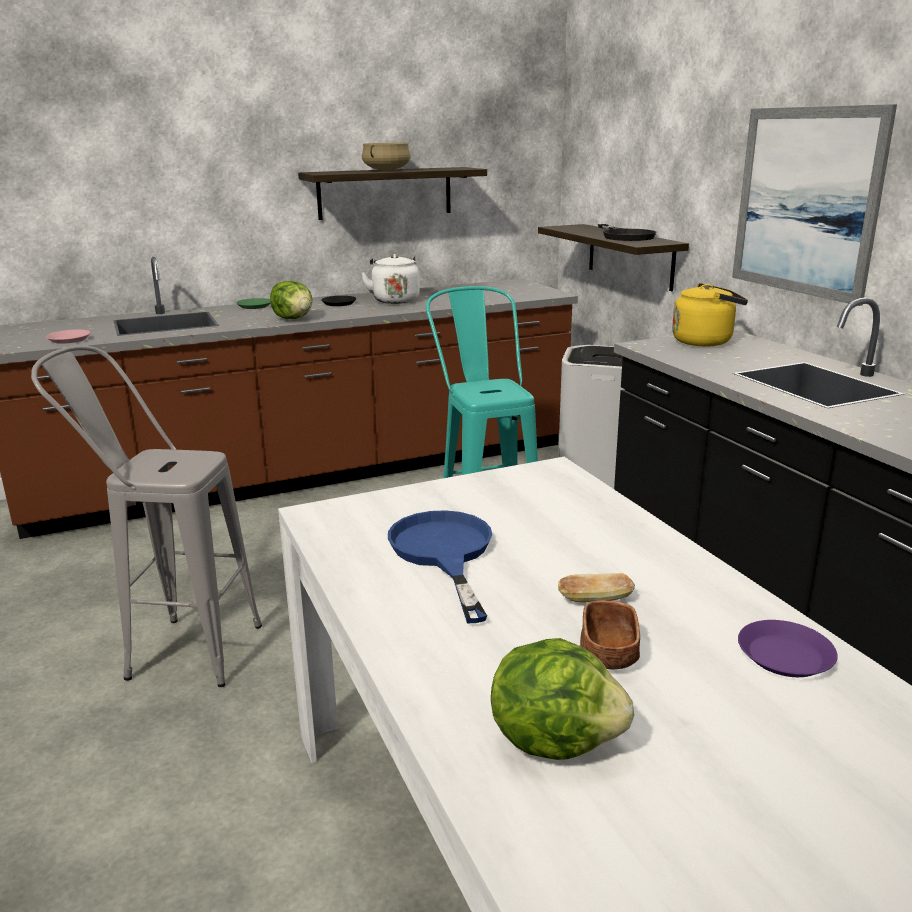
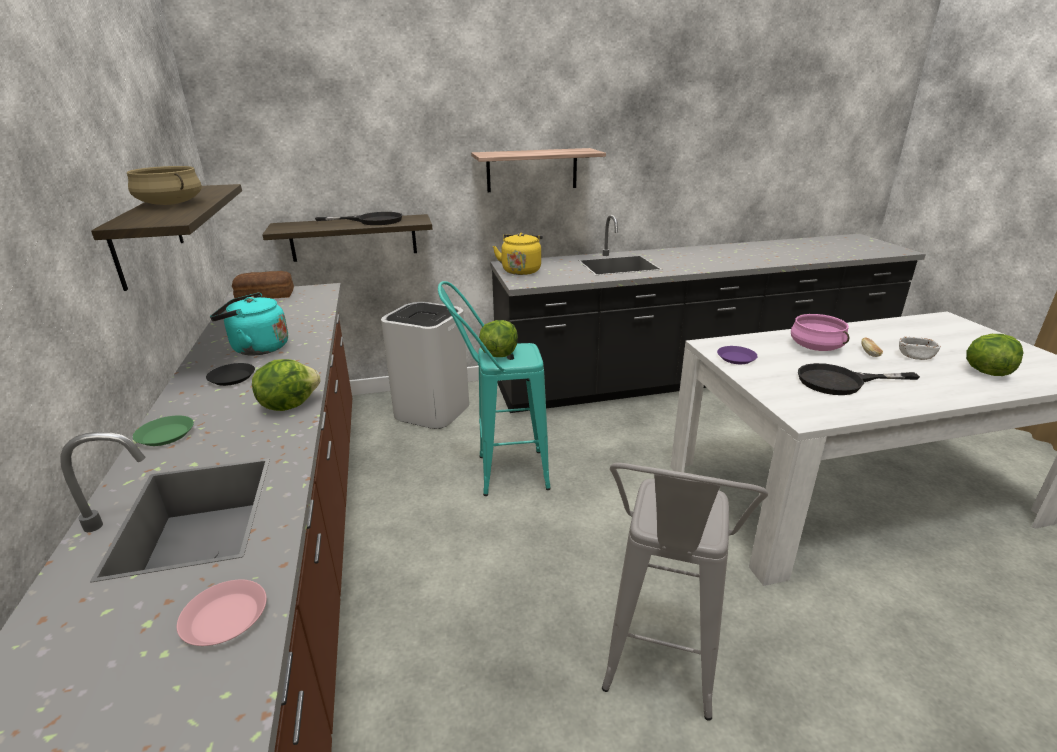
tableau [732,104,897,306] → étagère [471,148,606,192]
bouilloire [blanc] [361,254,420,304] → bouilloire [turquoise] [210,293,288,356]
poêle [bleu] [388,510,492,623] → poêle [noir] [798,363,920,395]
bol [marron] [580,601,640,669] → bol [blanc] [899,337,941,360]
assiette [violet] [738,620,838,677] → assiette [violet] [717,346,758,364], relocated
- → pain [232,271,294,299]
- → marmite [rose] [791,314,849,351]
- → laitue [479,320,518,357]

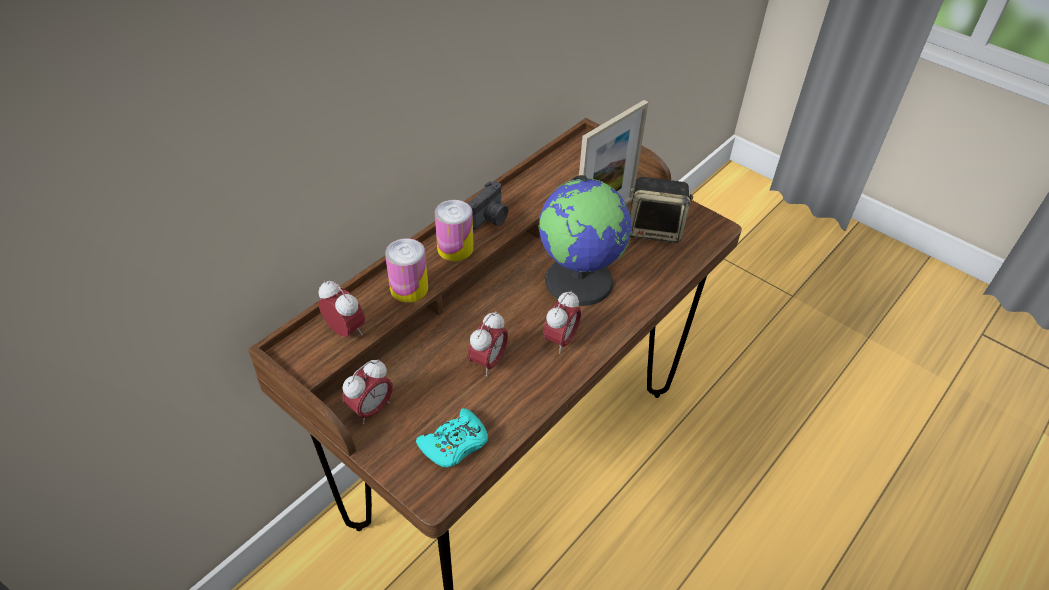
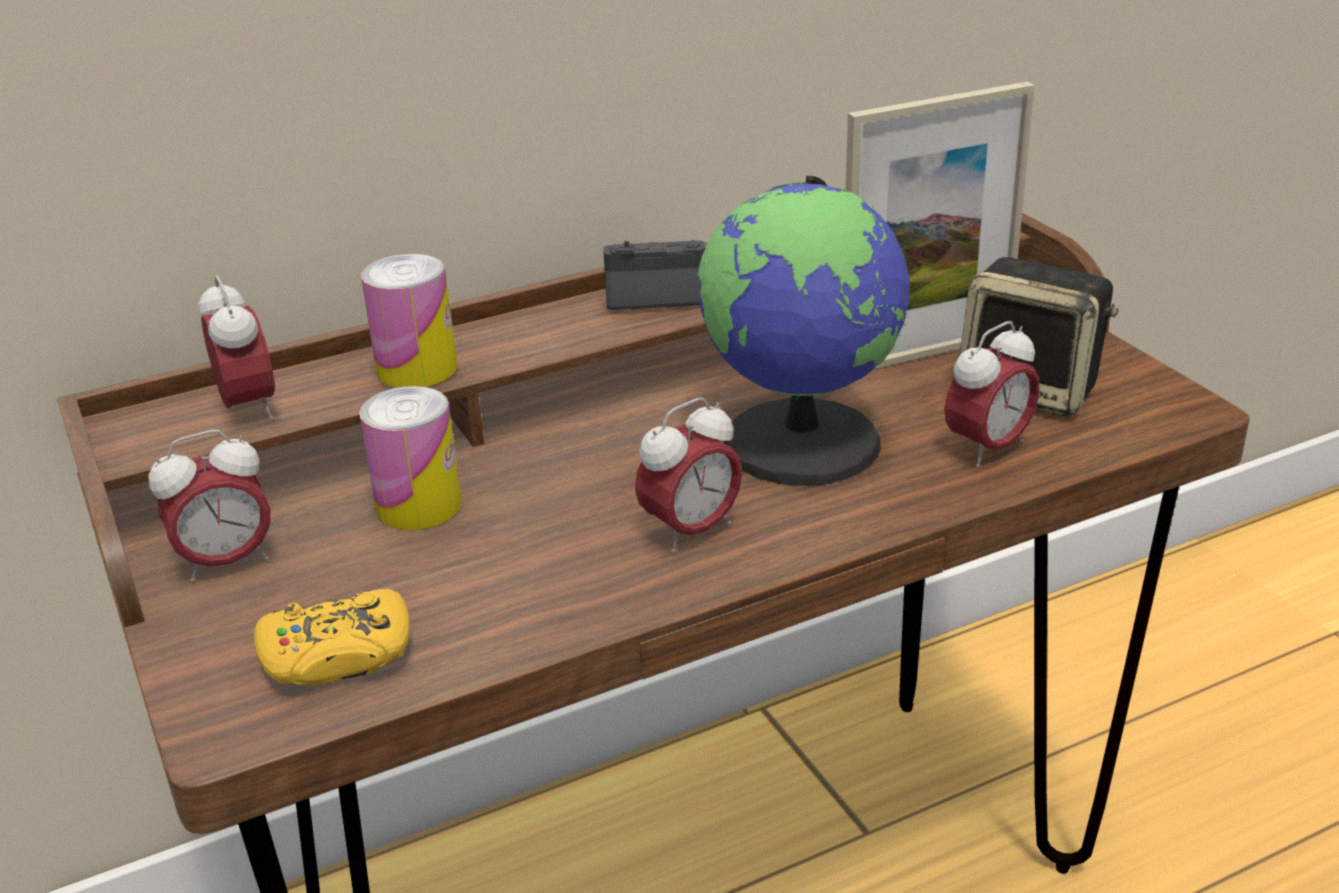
appareil photo [468,181,508,230] → appareil photo [603,240,706,310], 150 degrees counterclockwise
boîte métallique [435,200,474,261] → boîte métallique [359,386,462,530], relocated
réveil [468,311,508,376] → réveil [944,321,1040,467], relocated
manette [turquoise] [416,408,488,467] → manette [jaune] [254,589,410,686]

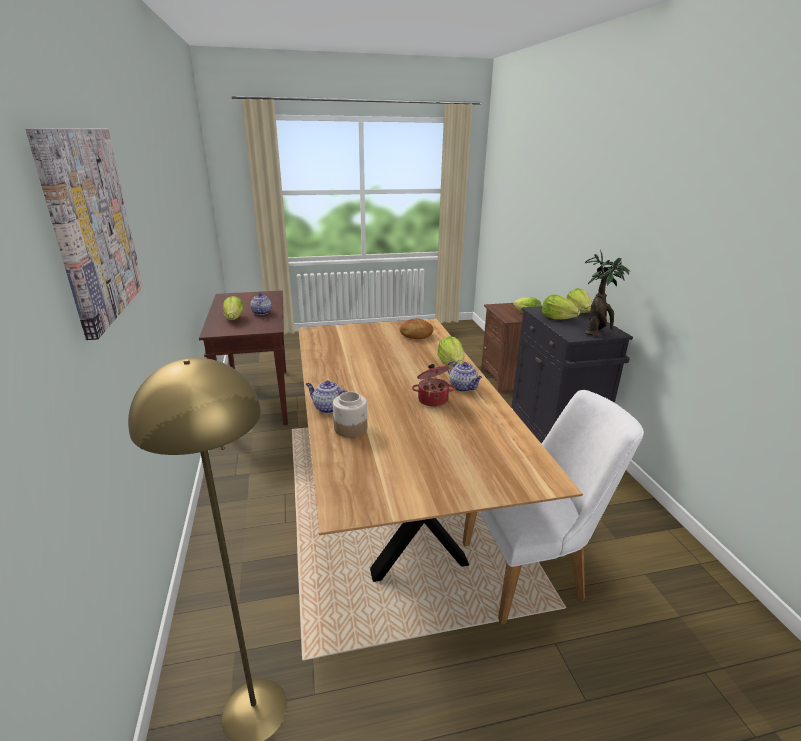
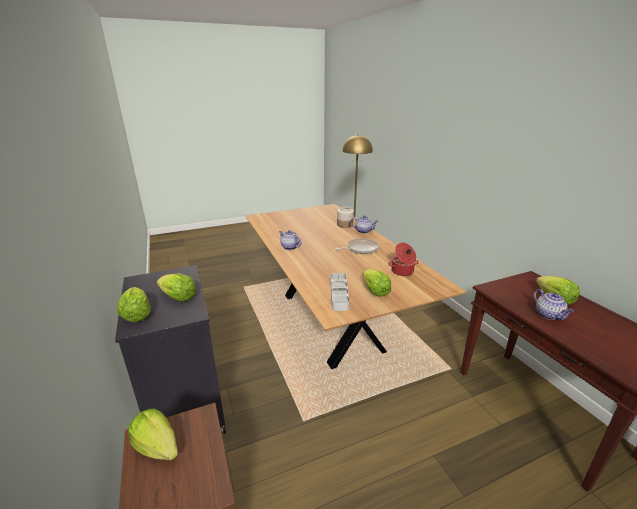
tableau [26,128,143,340] → -
plante en pot [585,250,631,336] → -
pain [400,318,434,339] → plateau [gris] [331,273,349,311]
laitue [437,336,465,367] → laitue [363,269,391,297], relocated
marmite [412,364,455,407] → marmite [388,242,419,276], relocated
chaise [blanc] [463,390,644,625] → -
- → poêle [335,239,379,254]

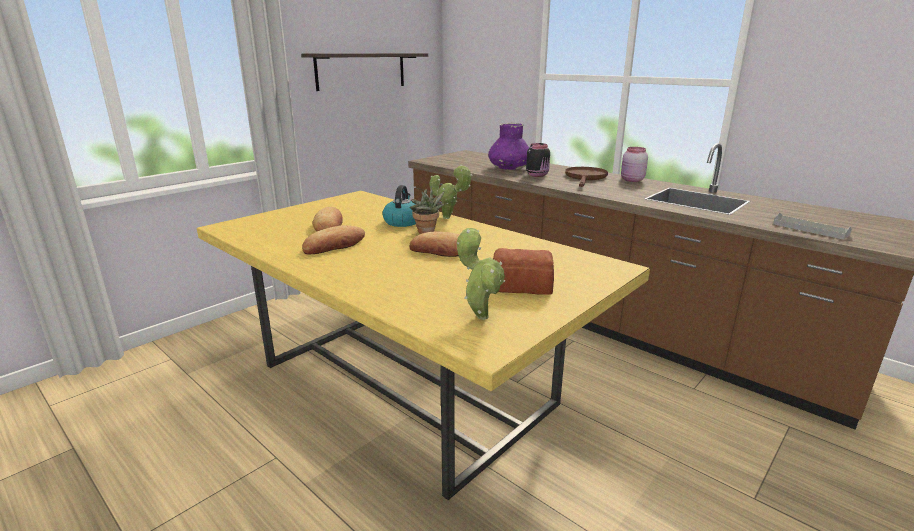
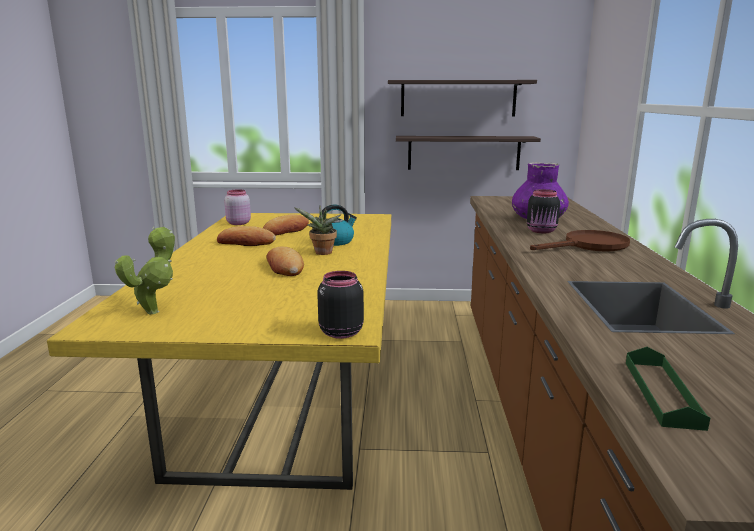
bocal [rose] [621,147,648,182] → bocal [rose] [224,189,251,225], relocated
plante en pot [429,164,472,219] → -
plateau [gris] [773,212,852,240] → plateau [vert] [626,347,710,431]
pain [493,248,554,295] → -
- → étagère [396,136,541,170]
- → bocal [noir] [317,271,364,339]

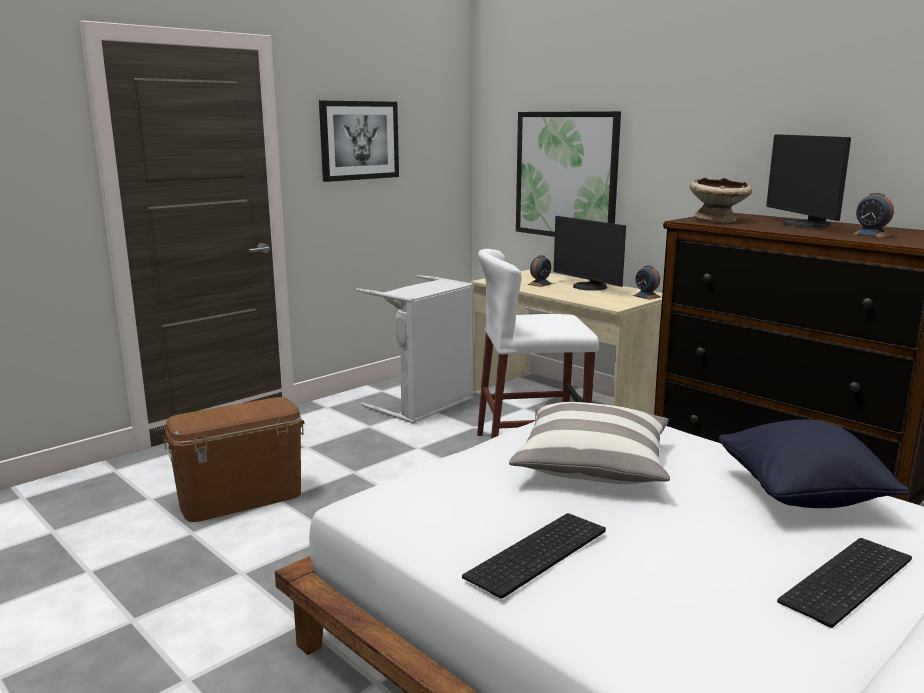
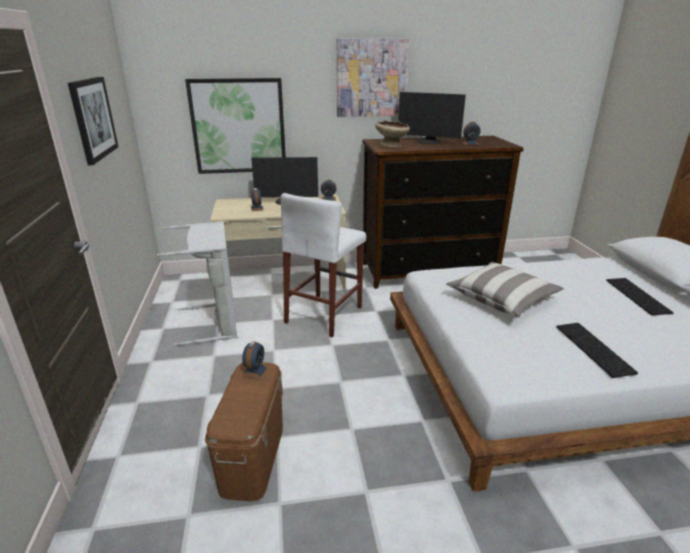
coussin [noir] [719,419,909,508] → -
- → tableau [337,38,409,117]
- → réveil [242,341,268,380]

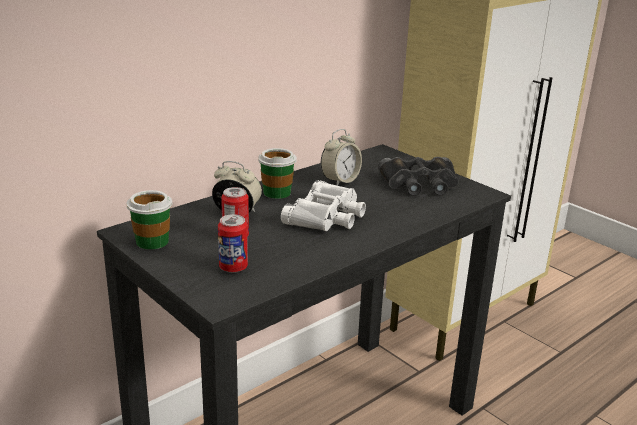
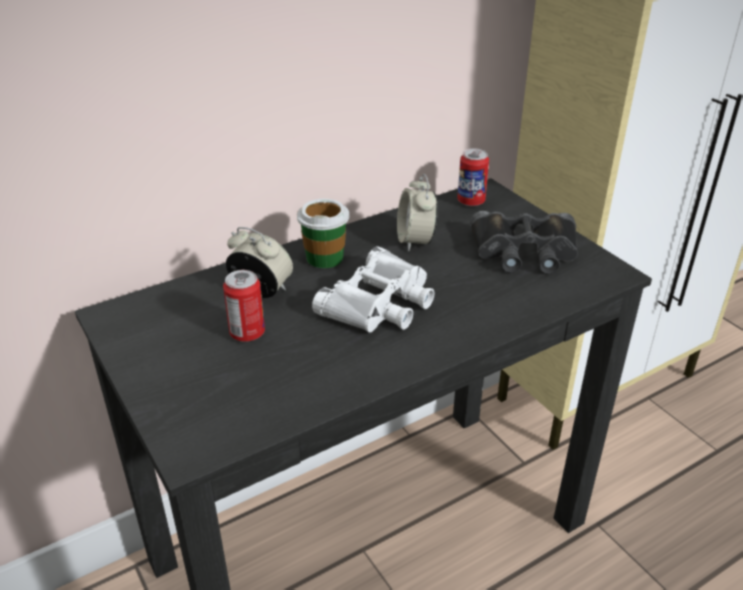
réveil [321,129,362,186] → réveil [397,174,438,251], 120 degrees clockwise
tasse [126,190,172,250] → -
boîte métallique [218,214,248,273] → boîte métallique [457,148,489,206], relocated

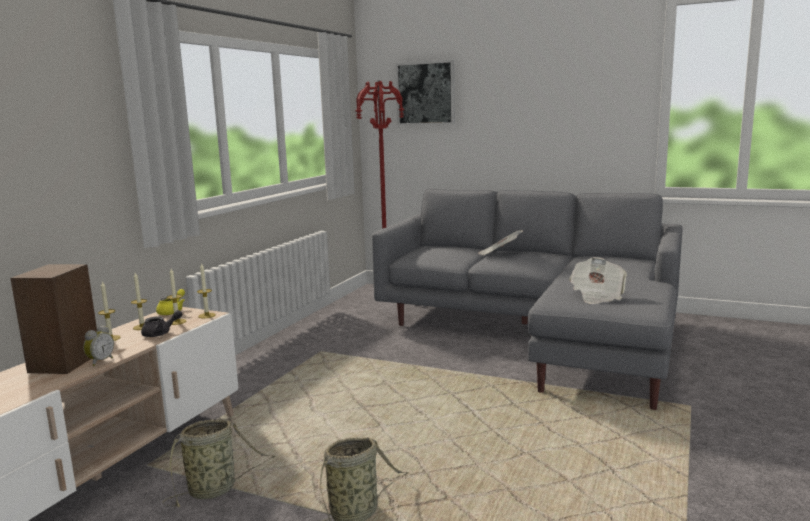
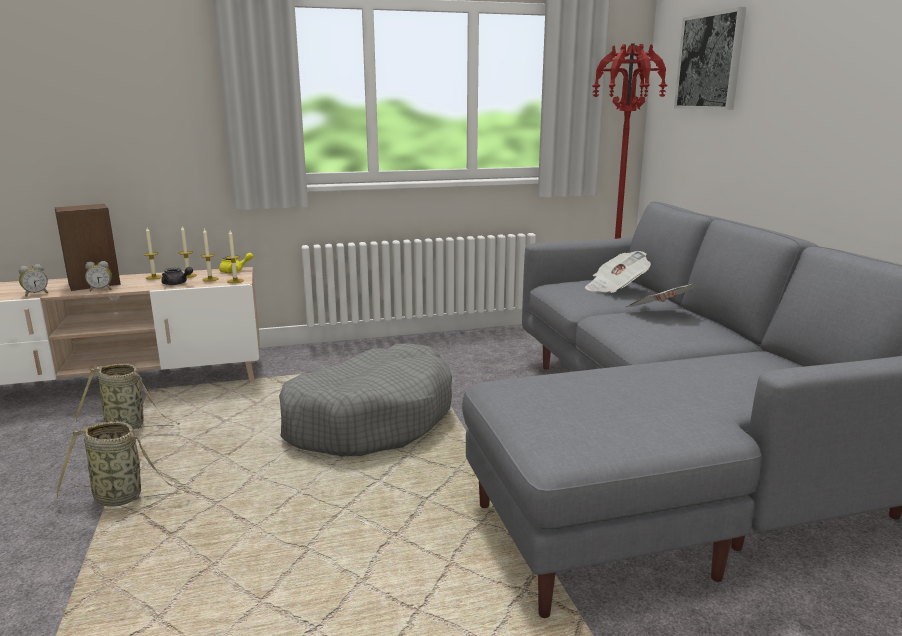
journal [569,257,627,304] → journal [585,251,651,293], relocated
- → réveil [19,264,48,297]
- → panier pour chien [gris] [279,343,452,456]

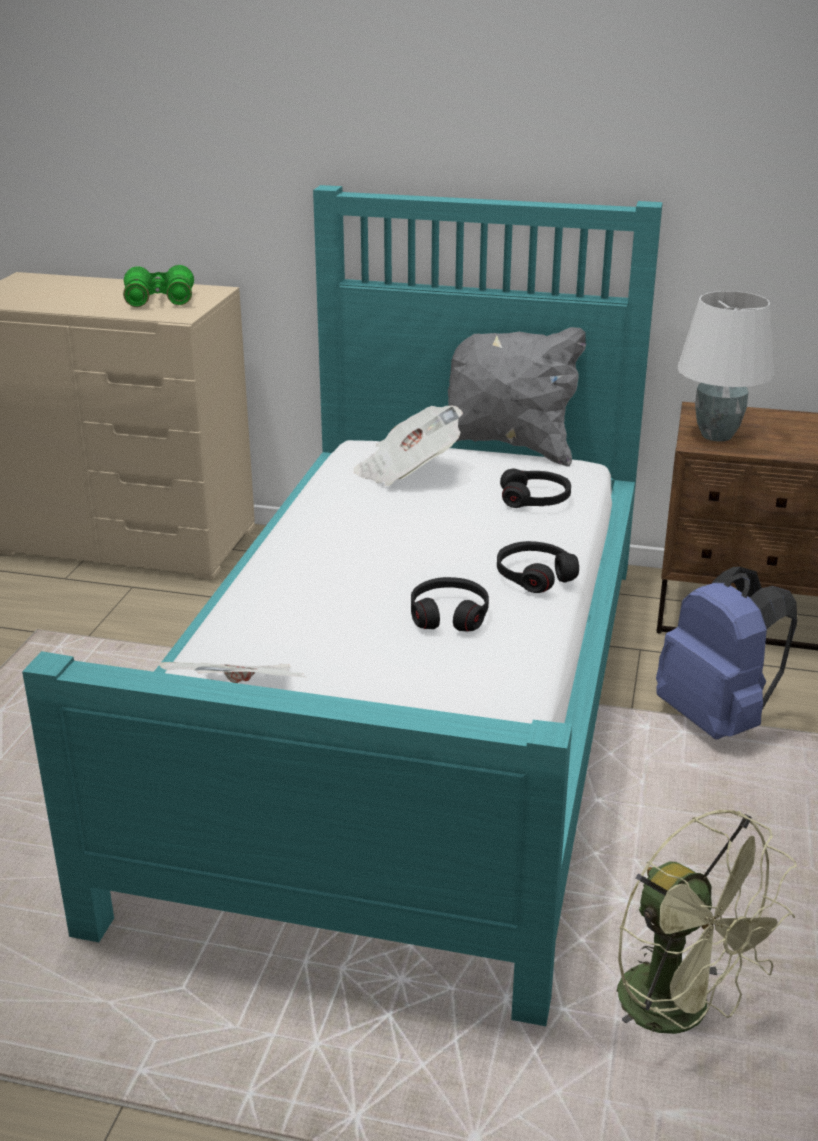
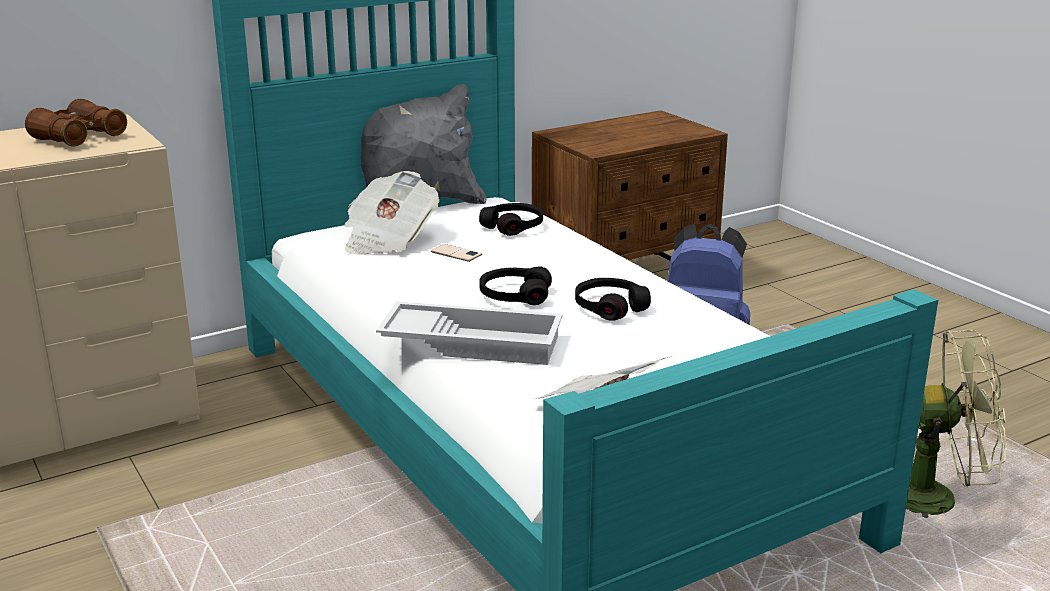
jumelles [vert] [123,265,194,307] → jumelles [marron] [25,99,127,147]
lampe de table [blanc] [677,291,774,441] → -
casque audio [noir] [497,541,579,593] → casque audio [noir] [479,266,552,305], relocated
- → téléphone [431,244,482,262]
- → plateau [blanc] [376,301,562,365]

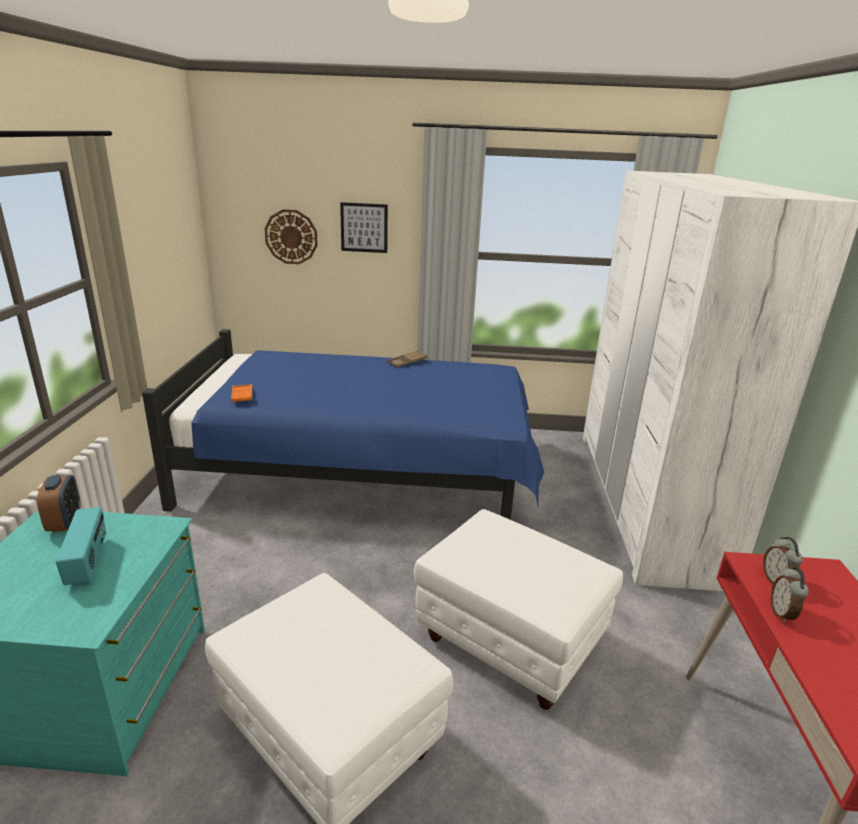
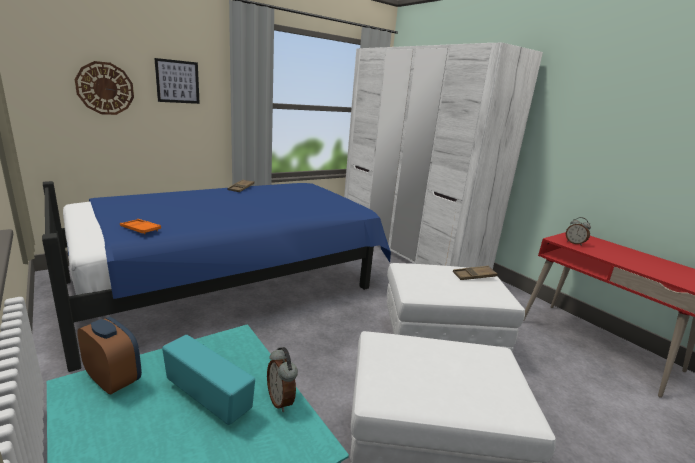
réveil [771,567,809,623] → réveil [267,347,298,412], relocated
- → plateau [marron] [453,266,498,280]

